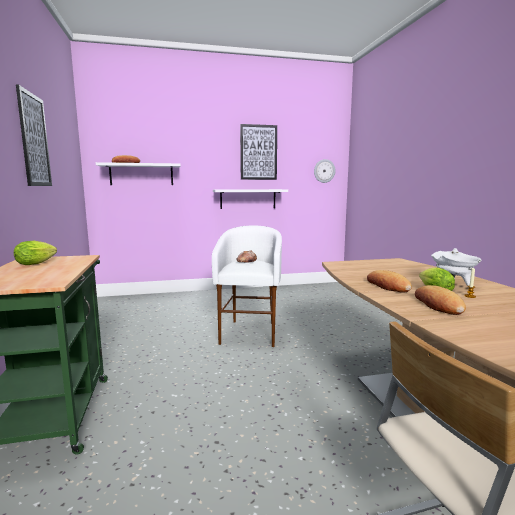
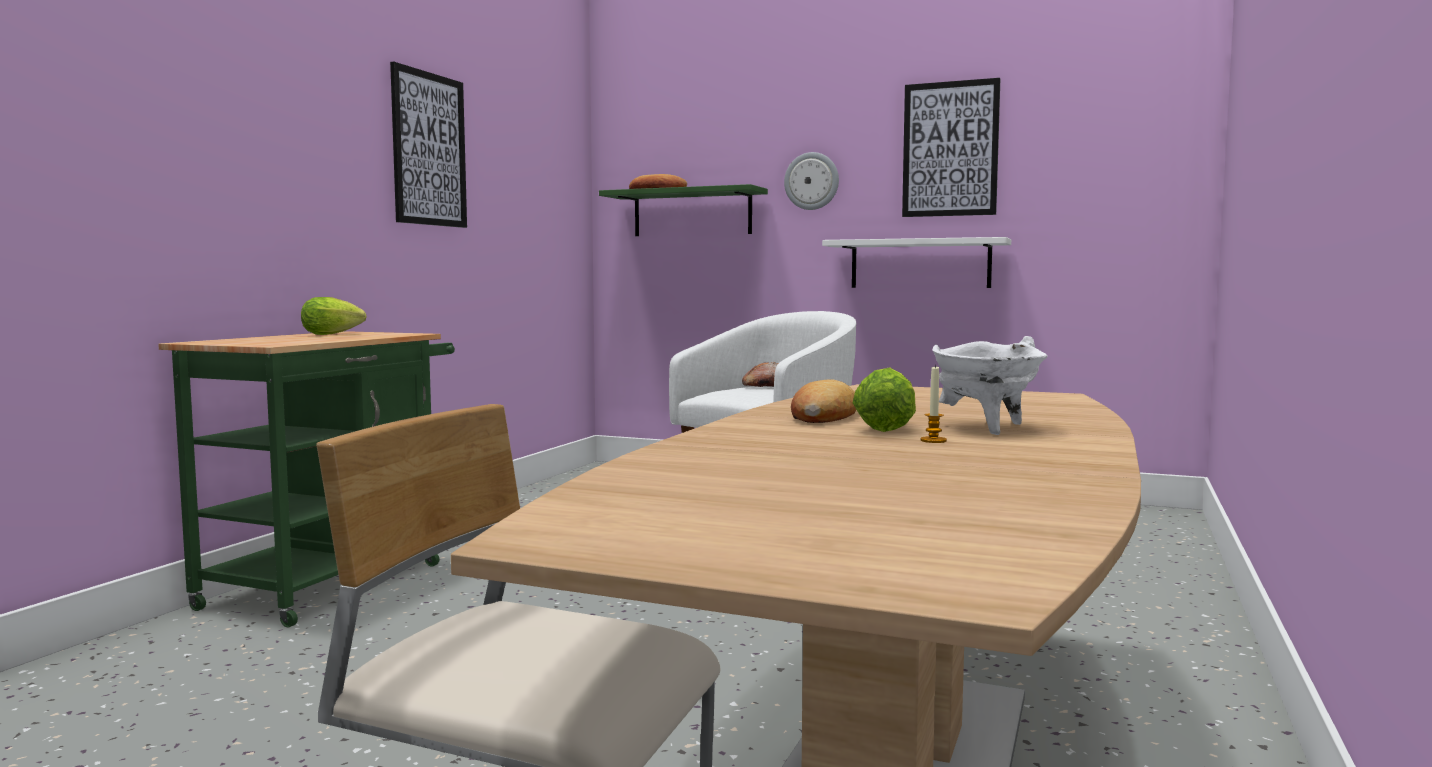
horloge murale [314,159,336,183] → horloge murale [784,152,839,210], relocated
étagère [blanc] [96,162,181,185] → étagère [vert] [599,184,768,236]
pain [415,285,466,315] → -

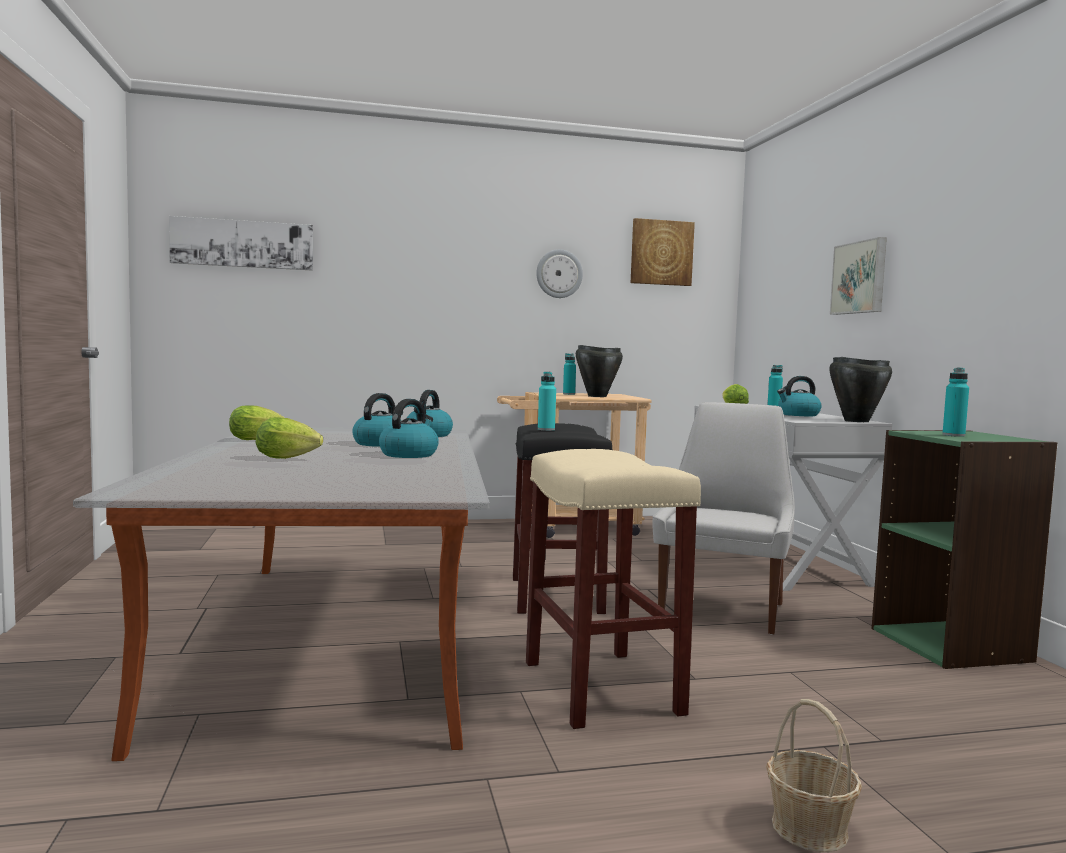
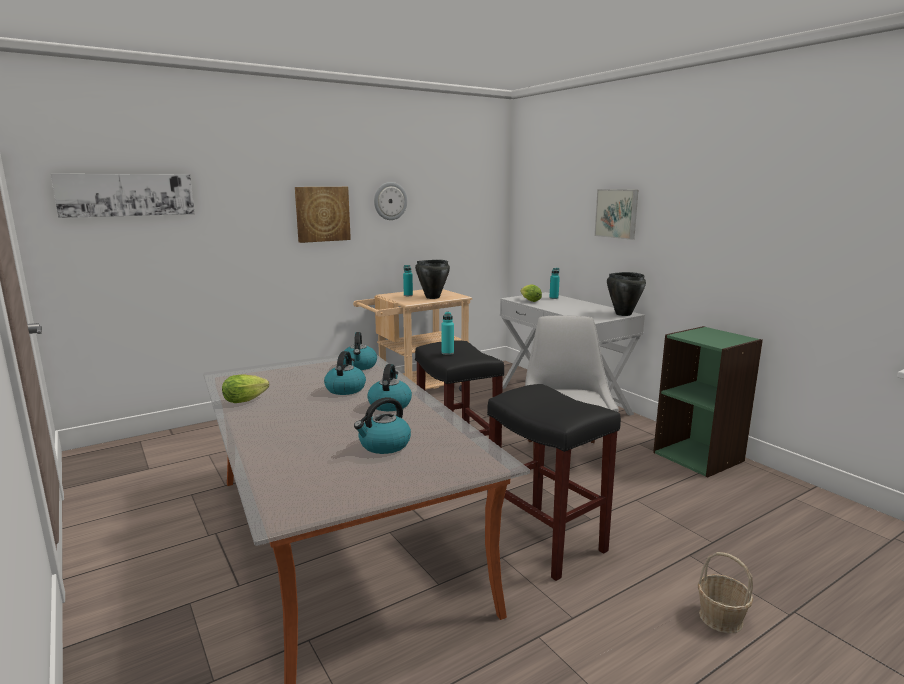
tableau [631,218,695,286] → tableau [295,187,351,243], relocated
bouteille [turquoise] [942,368,969,437] → -
bouilloire [777,376,821,416] → bouilloire [354,397,411,454], relocated
laitue [256,417,323,459] → -
tabouret [beige] [526,449,701,729] → tabouret [noir] [487,384,621,581]

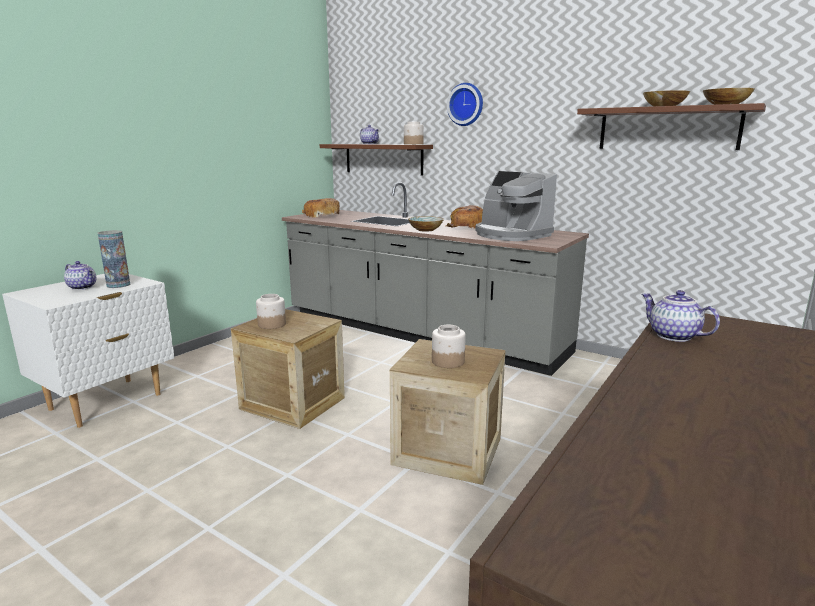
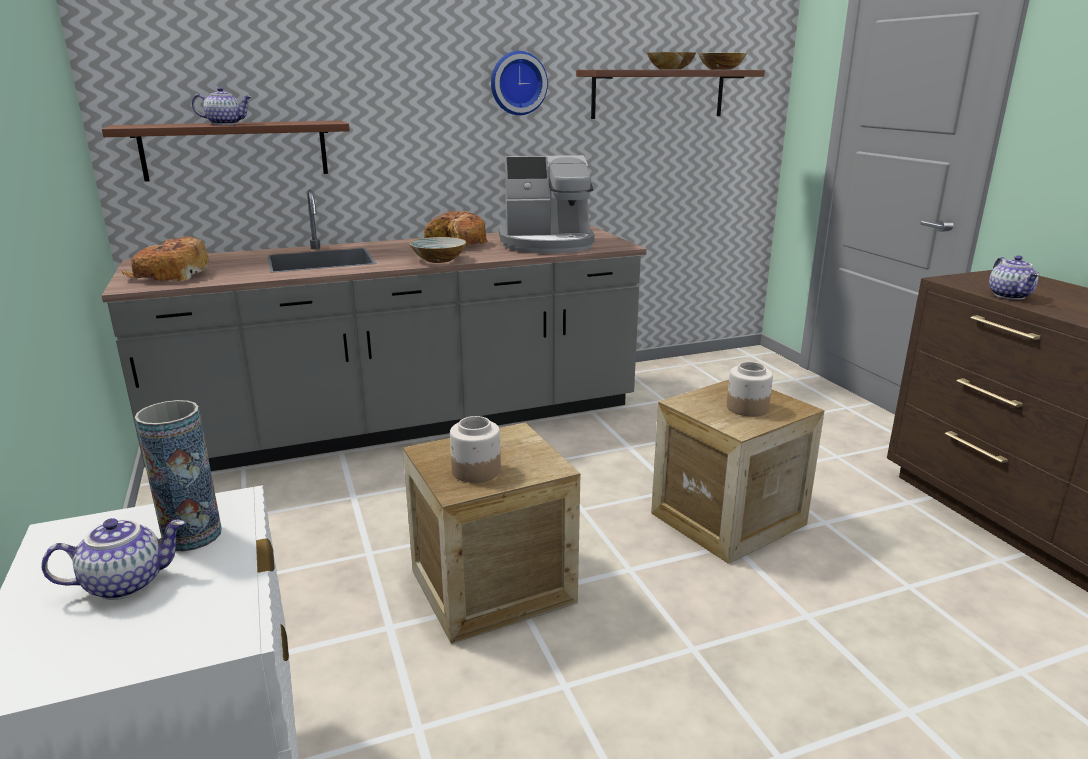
horloge murale [447,83,483,126] → horloge murale [491,51,548,115], relocated
bocal [404,122,424,145] → -
théière [642,290,720,342] → théière [989,255,1040,300], 90 degrees counterclockwise

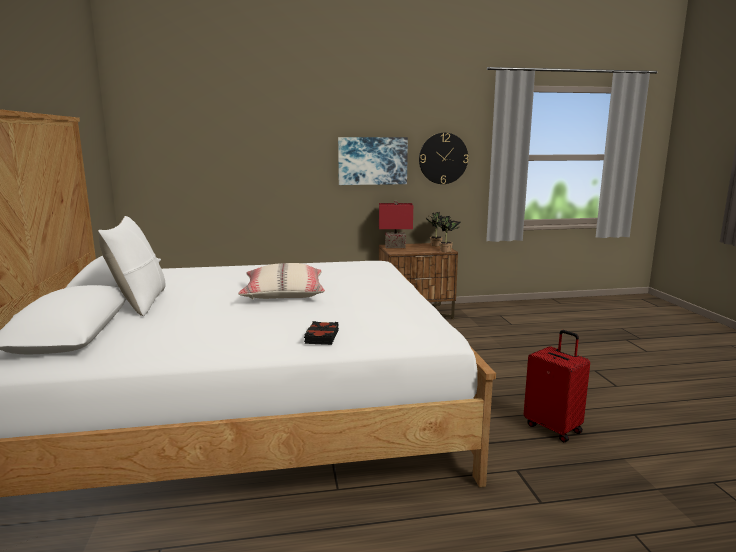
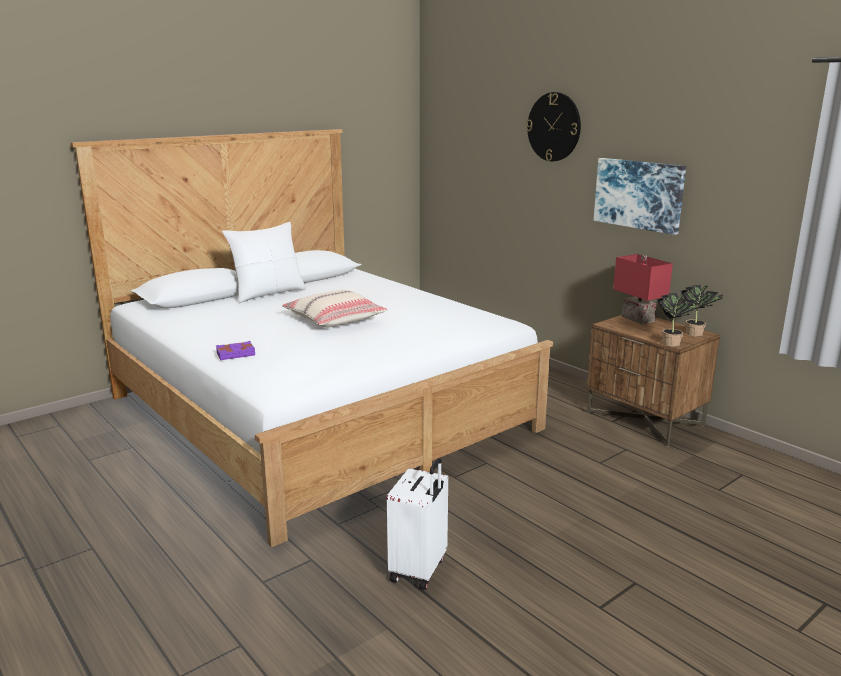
horloge murale [419,133,468,184] → horloge murale [526,92,581,161], relocated
livre [noir] [304,321,339,345] → livre [violet] [216,341,255,360]
valise [rouge] [524,330,590,442] → valise [blanc] [387,458,448,590]

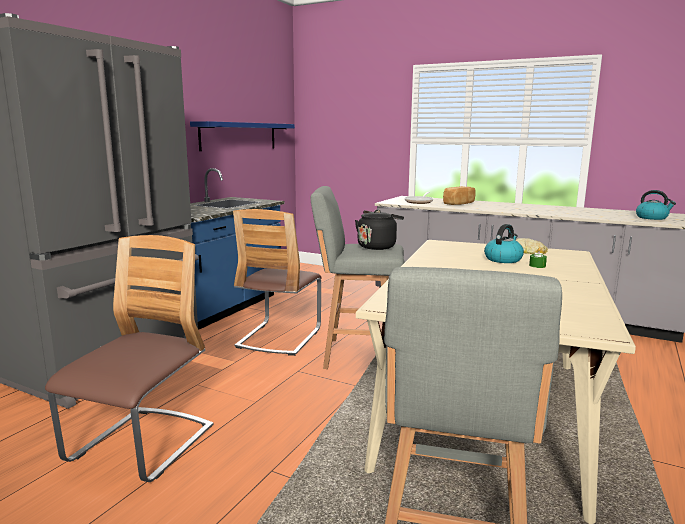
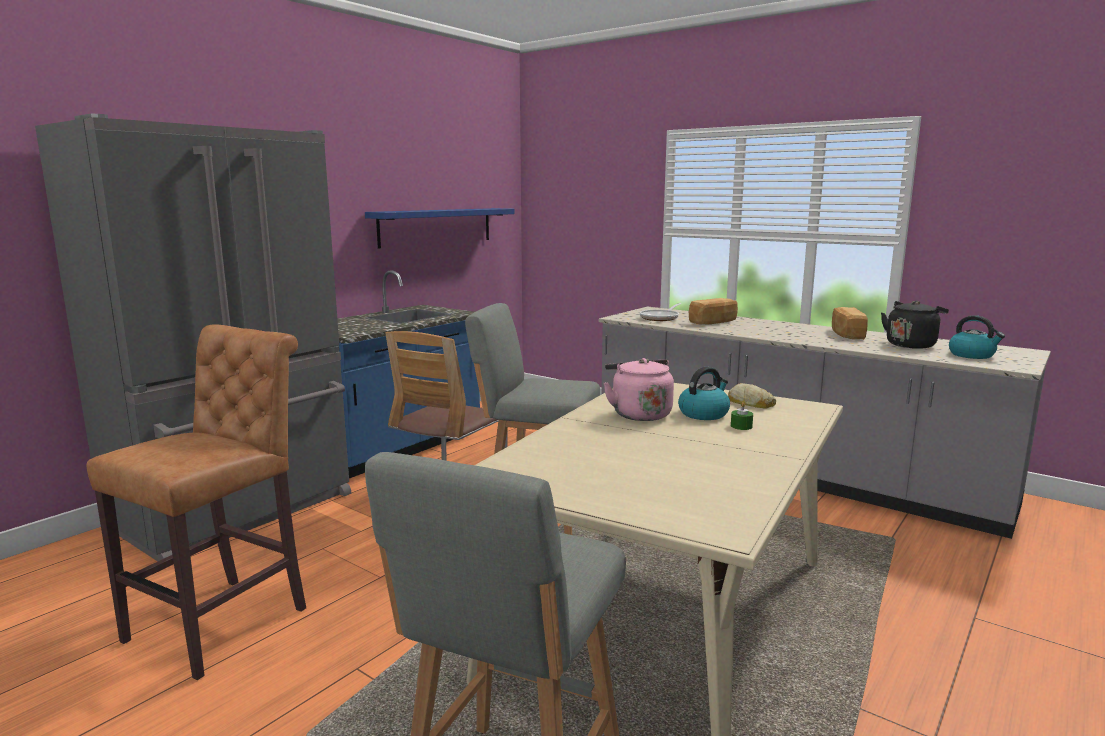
bouilloire [noir] [355,210,404,250] → bouilloire [noir] [881,301,949,349], relocated
chaise [45,235,214,482] → tabouret [marron] [86,324,306,680]
- → pain [832,307,868,339]
- → bouilloire [rose] [603,358,674,421]

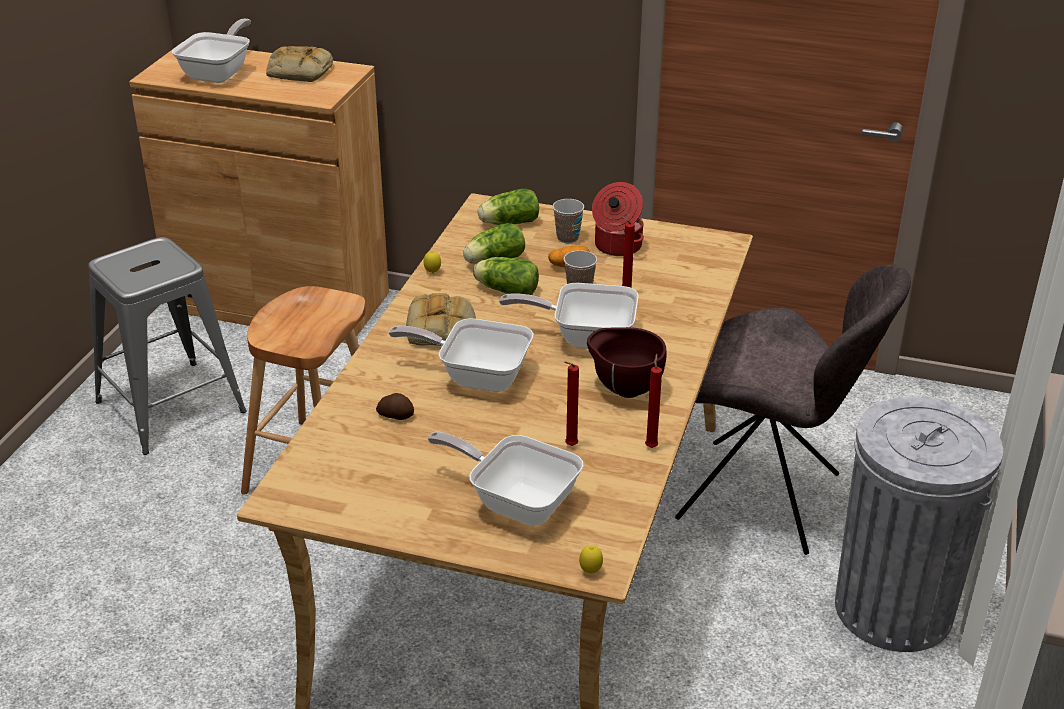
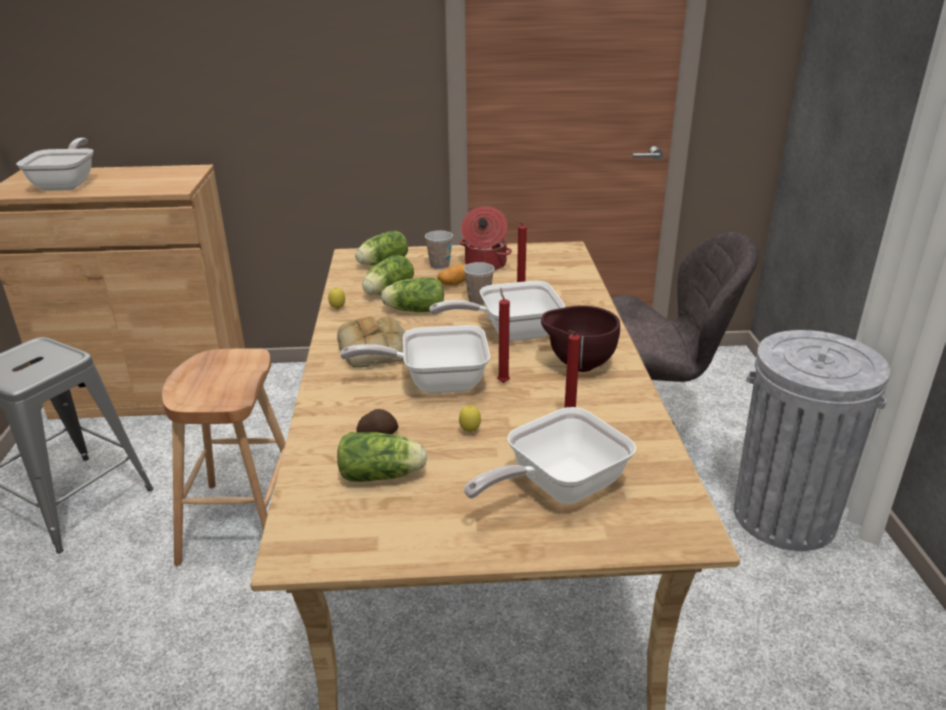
pain [266,46,333,82] → -
bougie [rouge] [645,354,662,448] → bougie [rouge] [497,288,510,383], relocated
poêle [427,432,584,526] → poêle [464,407,636,505], 45 degrees counterclockwise
citron [579,545,603,573] → citron [459,405,481,432], relocated
- → laitue [337,432,427,482]

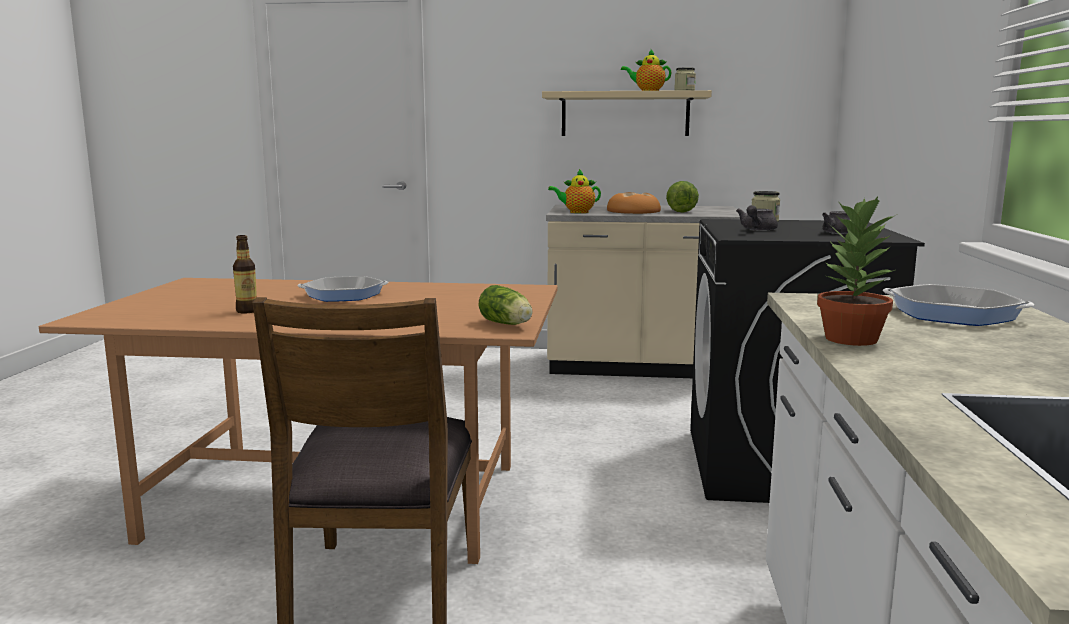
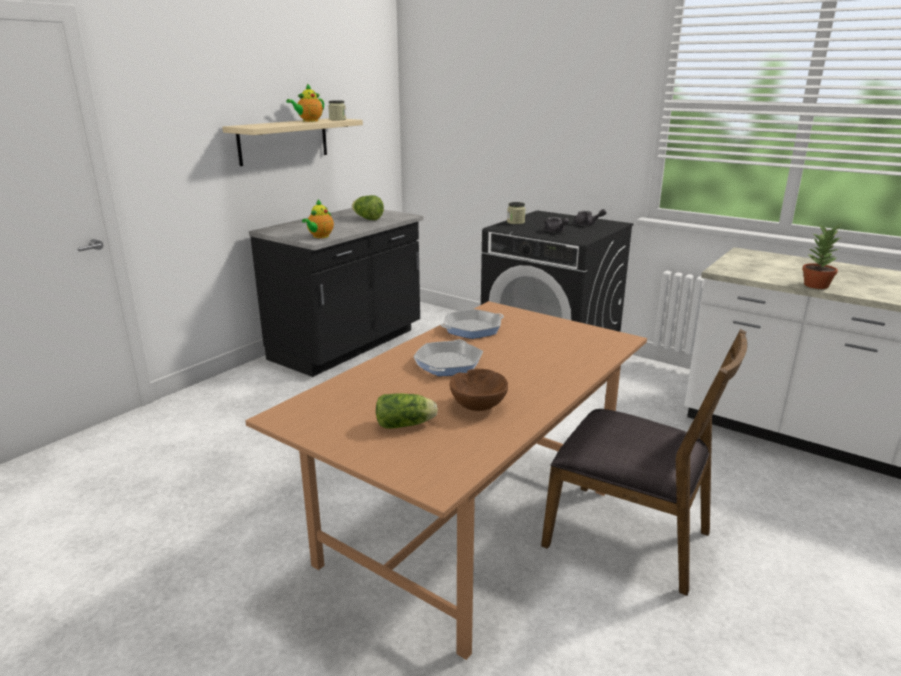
pain [607,192,661,214] → -
comptoir de cuisine [beige] [546,205,740,378] → comptoir de cuisine [noir] [249,208,423,377]
bouteille [233,235,257,314] → bol [marron] [450,369,508,411]
poêle [883,284,1035,326] → poêle [441,309,504,339], relocated
laitue [479,285,533,325] → laitue [376,393,438,428], relocated

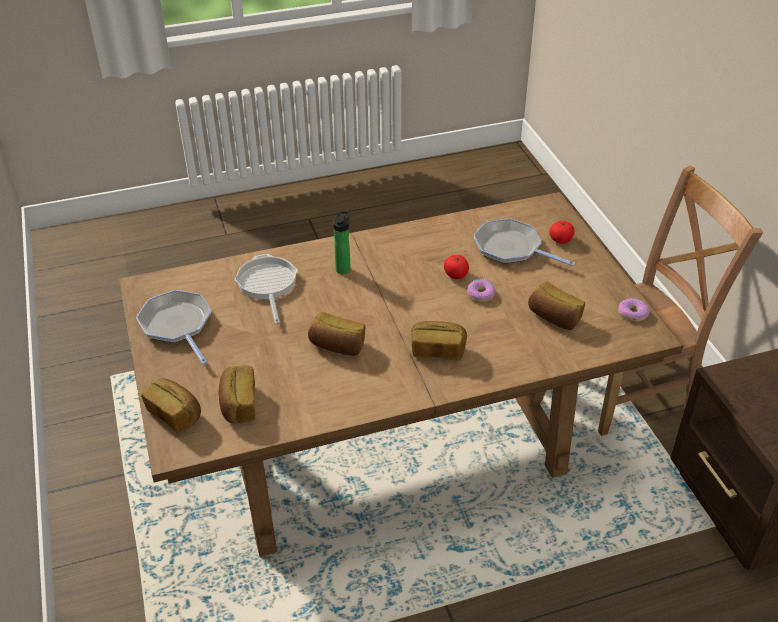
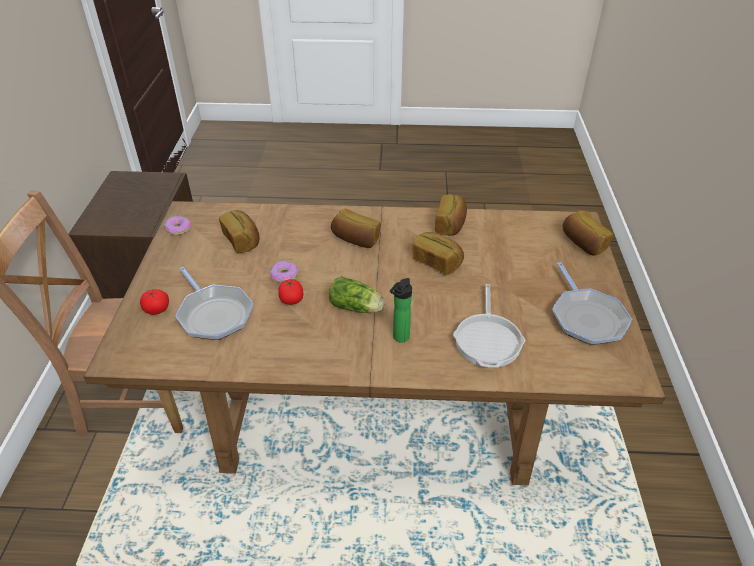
pain [219,365,255,424] → pain [435,194,467,236], relocated
- → laitue [329,276,385,313]

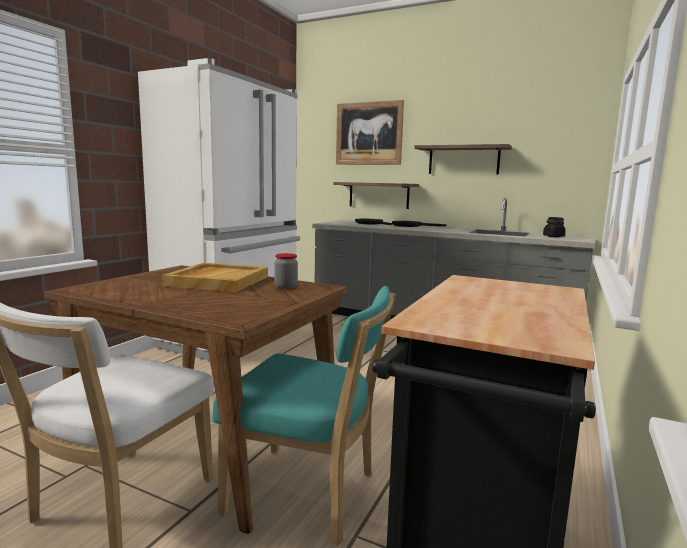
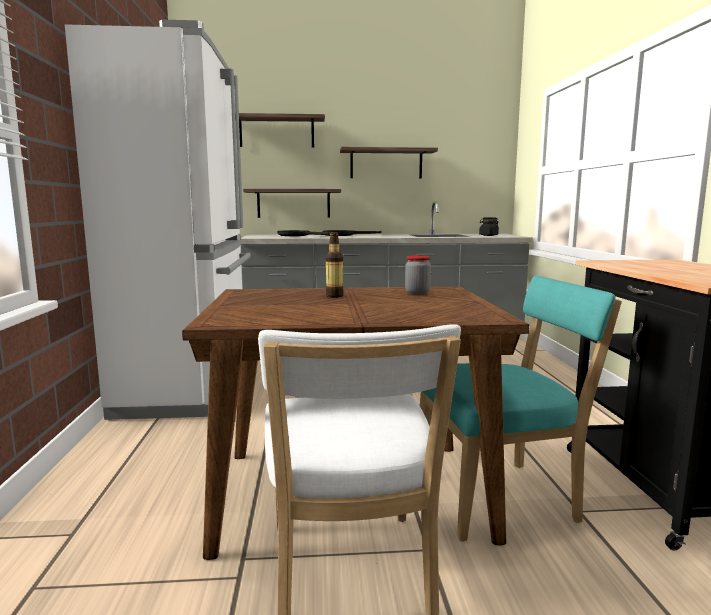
tableau [336,100,404,165] → étagère [235,113,325,148]
plateau [beige] [162,263,268,292] → bouteille [326,232,344,298]

